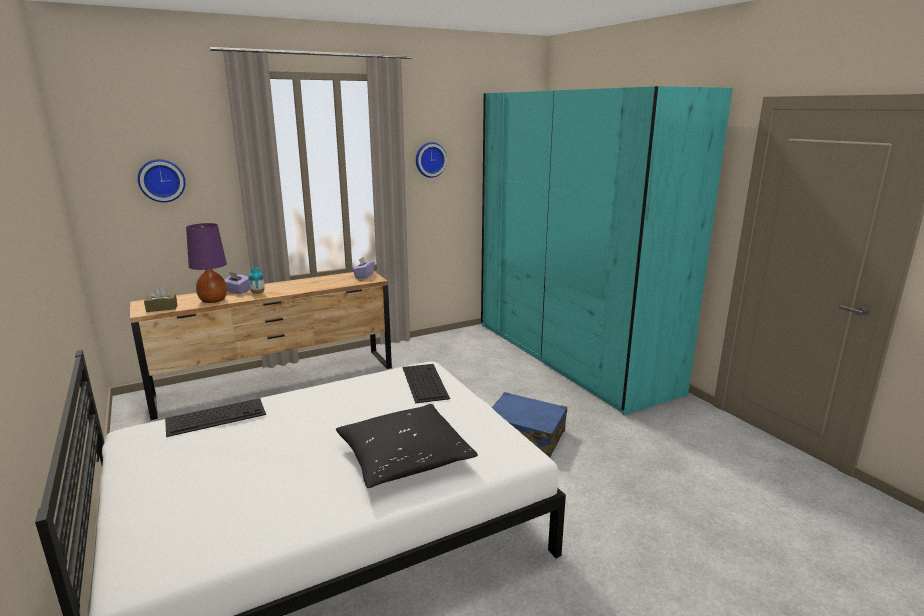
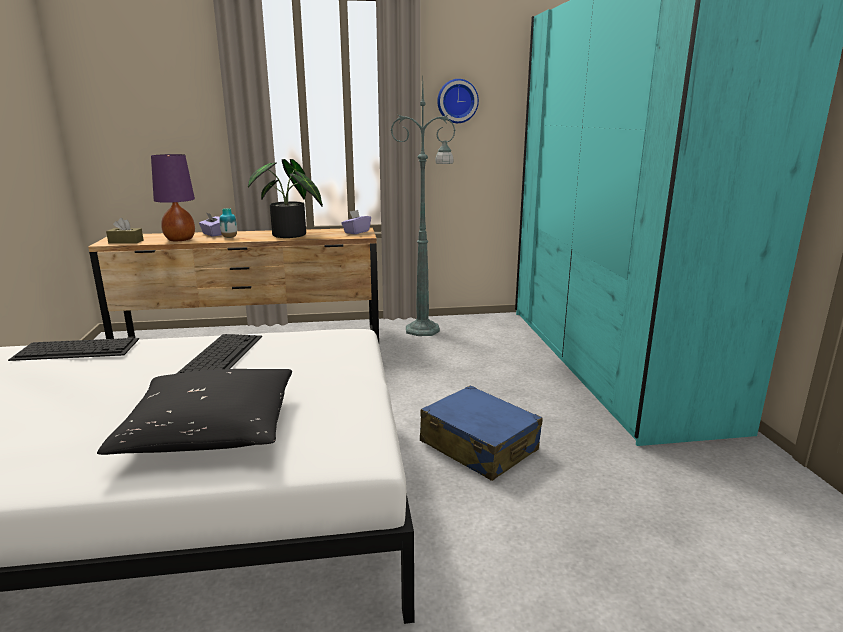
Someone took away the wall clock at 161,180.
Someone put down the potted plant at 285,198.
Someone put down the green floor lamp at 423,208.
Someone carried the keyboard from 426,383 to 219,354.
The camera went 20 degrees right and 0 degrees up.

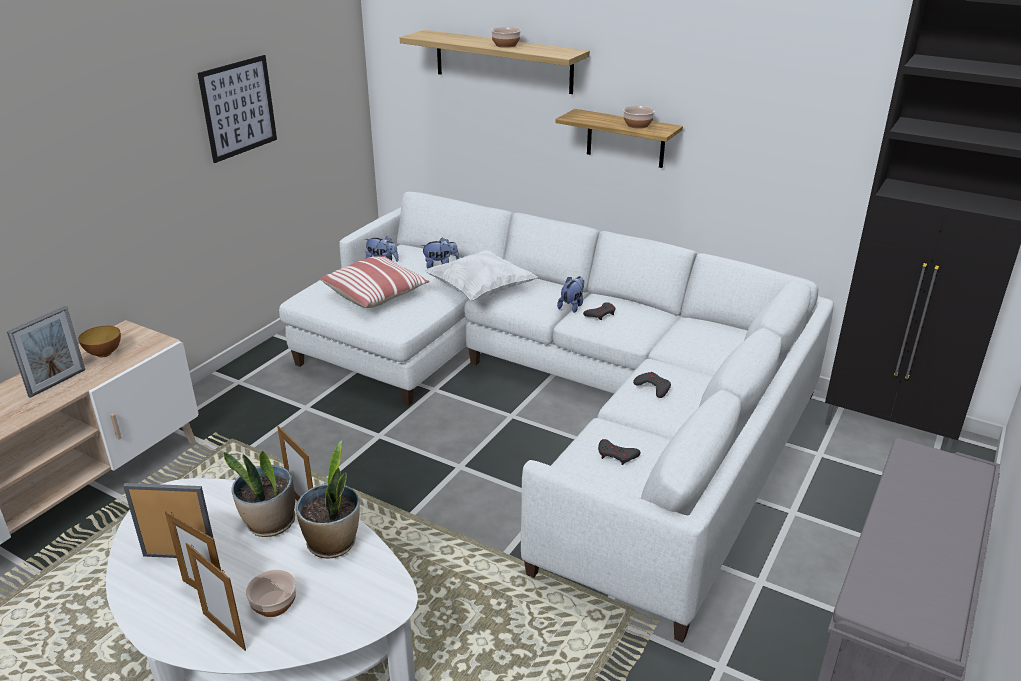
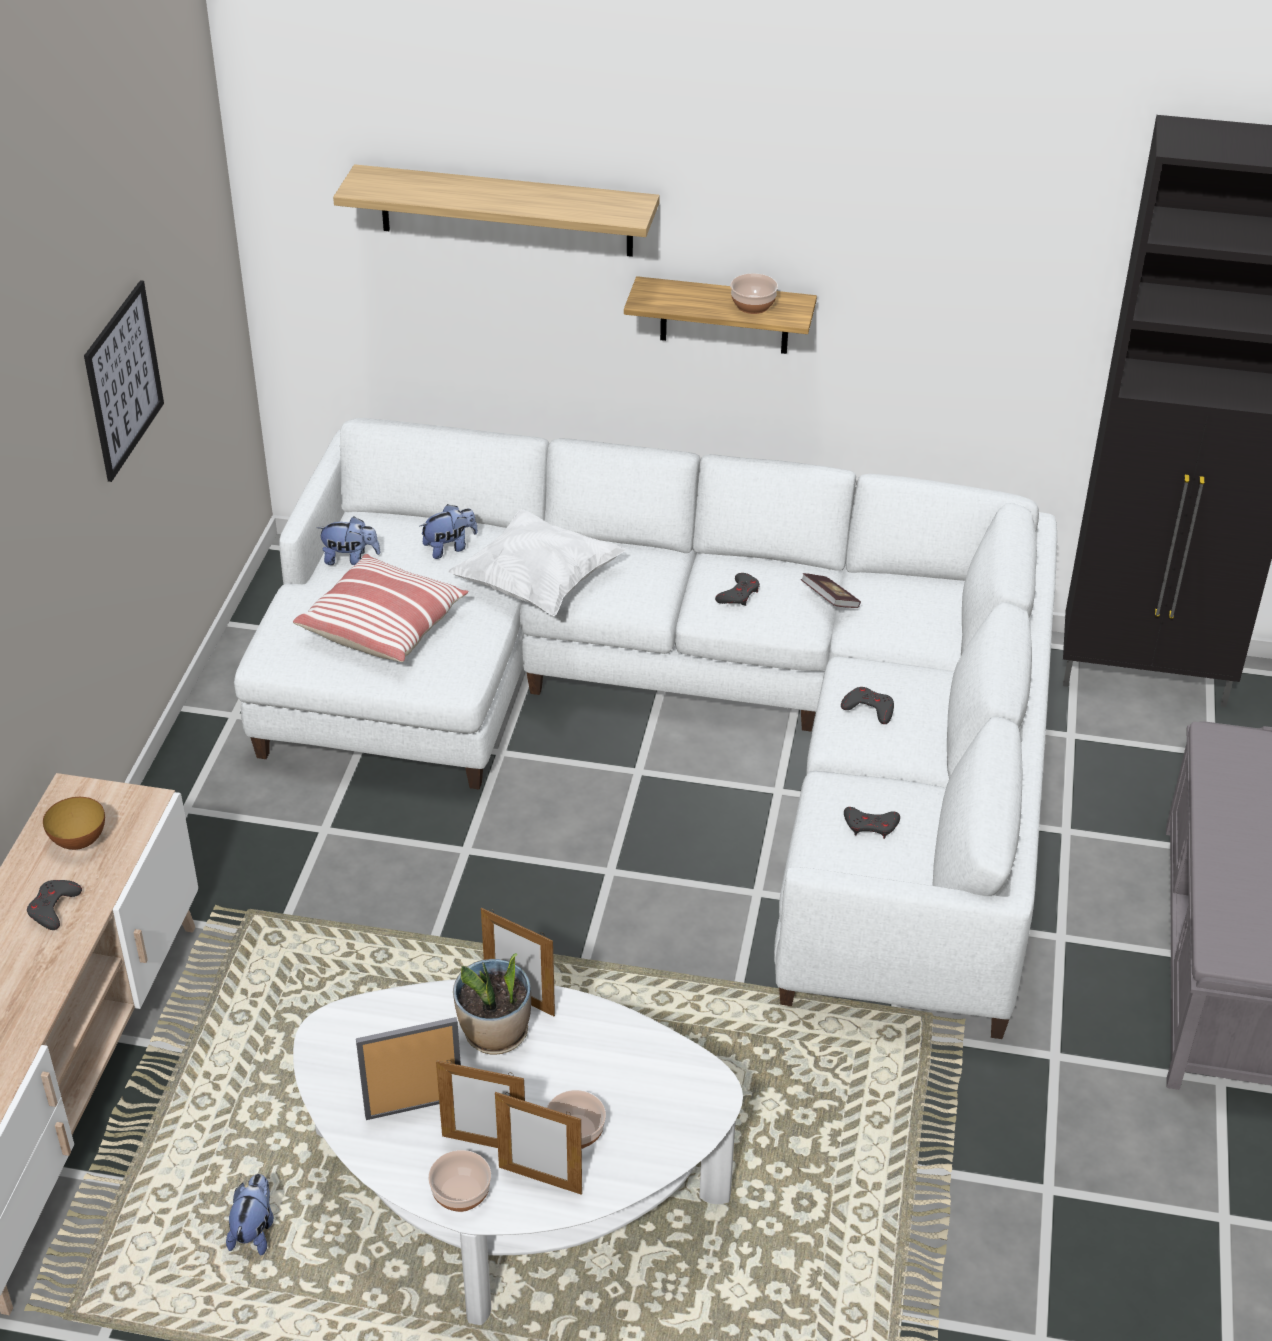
Someone took away the potted plant at 328,499.
Someone put down the book at 831,590.
Someone carried the bowl from 506,37 to 459,1181.
Someone carried the plush toy from 570,294 to 250,1214.
Someone swapped the picture frame at 46,352 for the grey game controller at 54,905.
The camera went 20 degrees left and 10 degrees up.

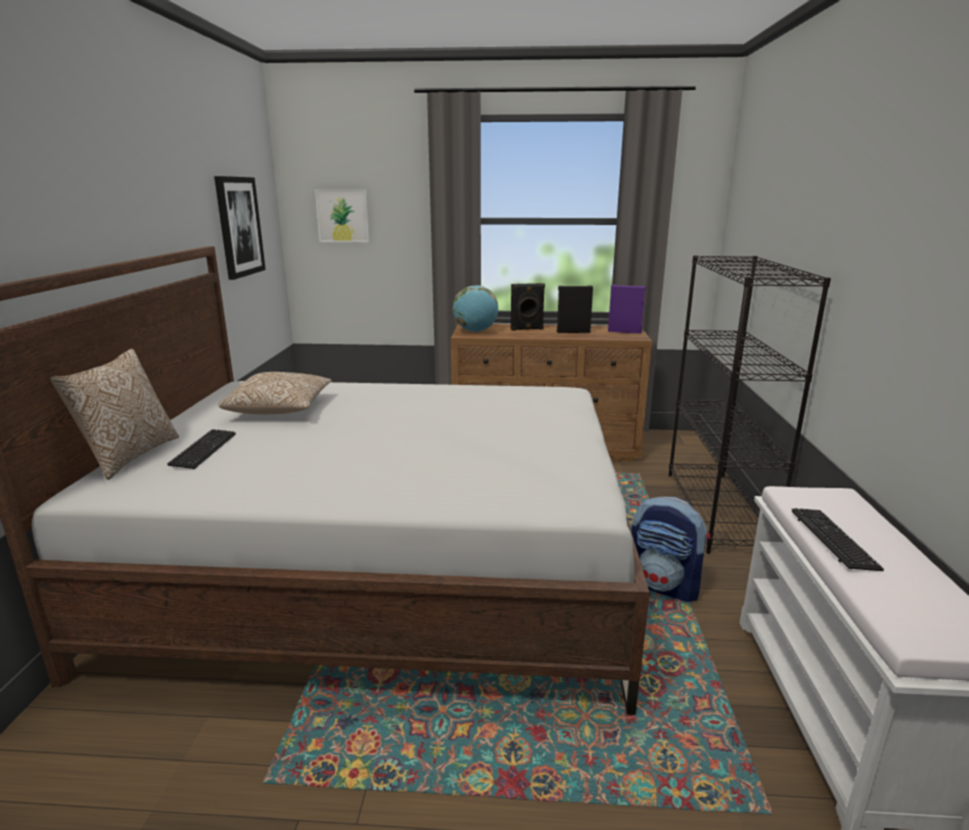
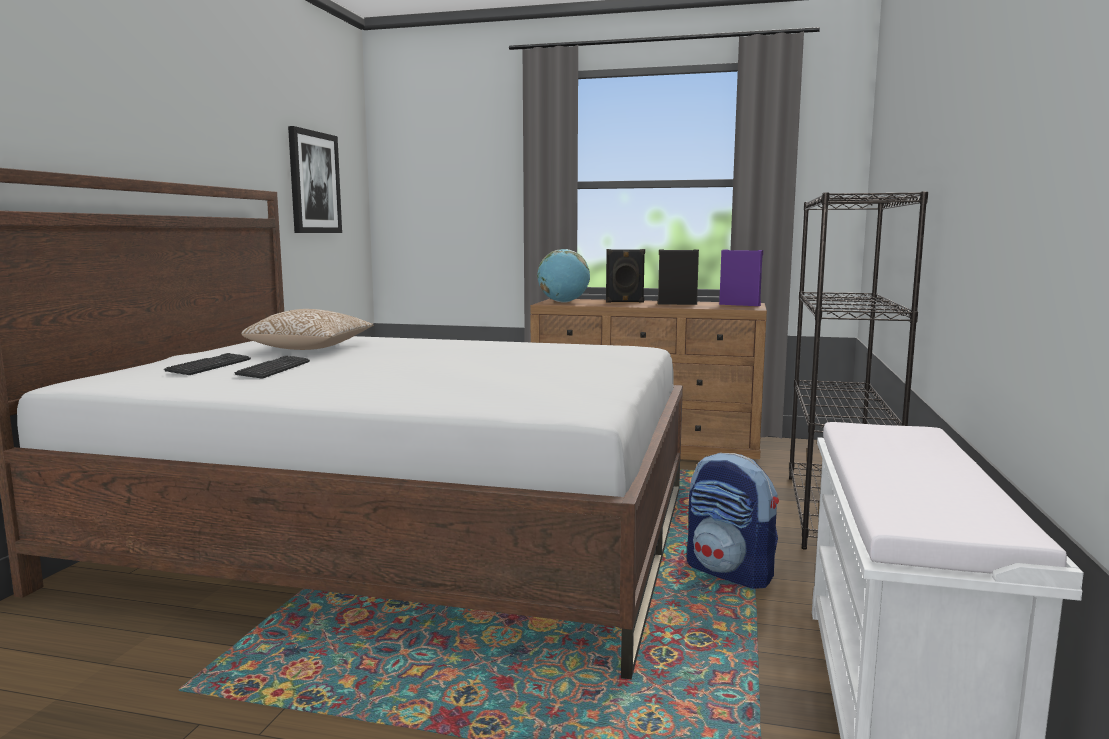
Someone took away the pillow at 114,414.
Someone took away the picture at 342,215.
Someone carried the keyboard from 837,539 to 272,367.
The camera went 10 degrees right and 10 degrees down.

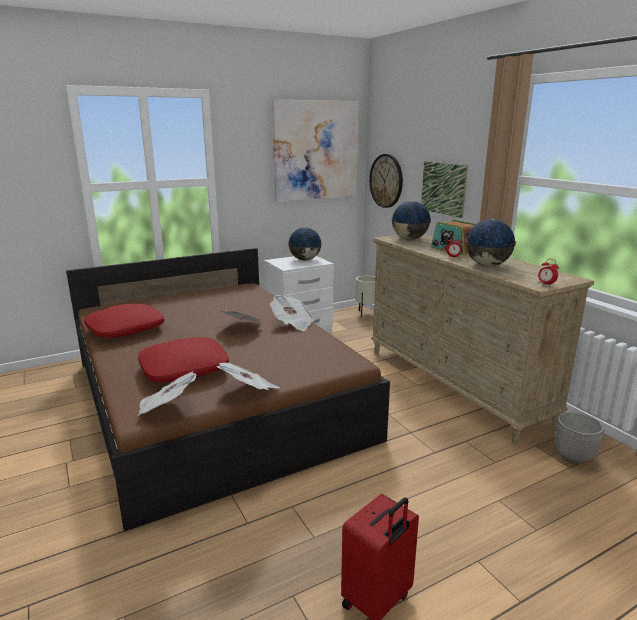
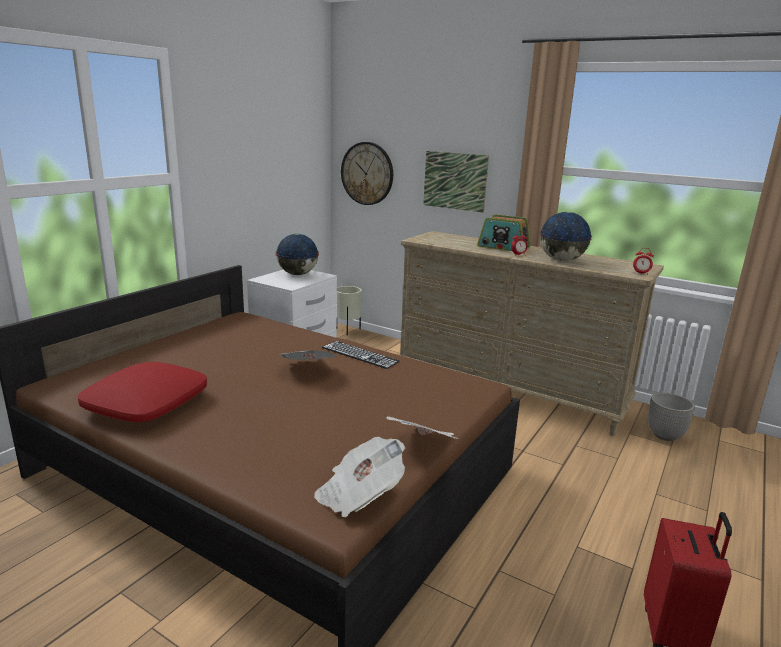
Someone took away the red pillow at 183,359.
Someone took away the picture at 315,150.
Someone took away the globe at 411,220.
Someone swapped the newspaper at 292,313 for the keyboard at 361,355.
The camera went 30 degrees left and 0 degrees up.

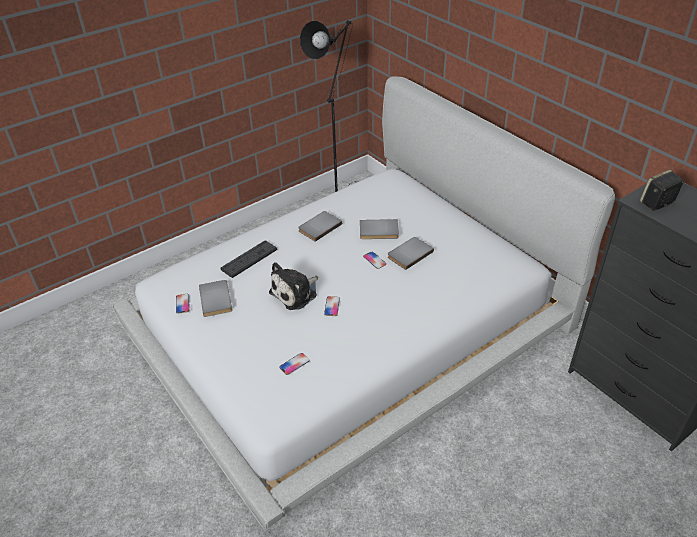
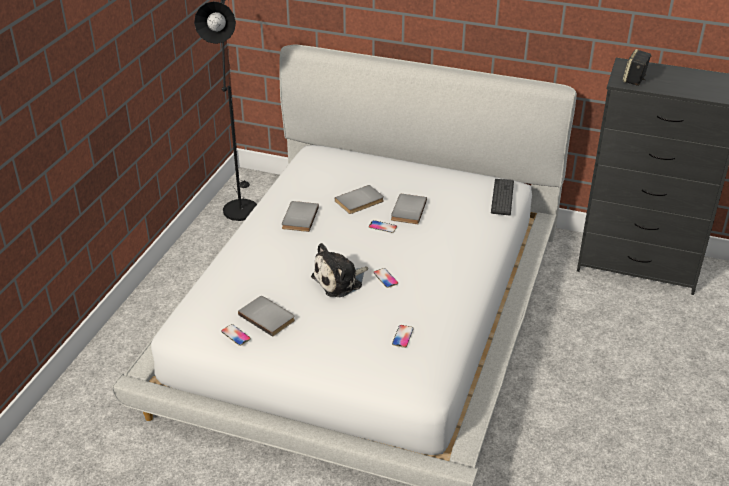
Someone carried the keyboard from 249,259 to 502,197.
Someone rotated the plush toy at 293,286 by 45 degrees clockwise.
The camera went 35 degrees left and 5 degrees down.

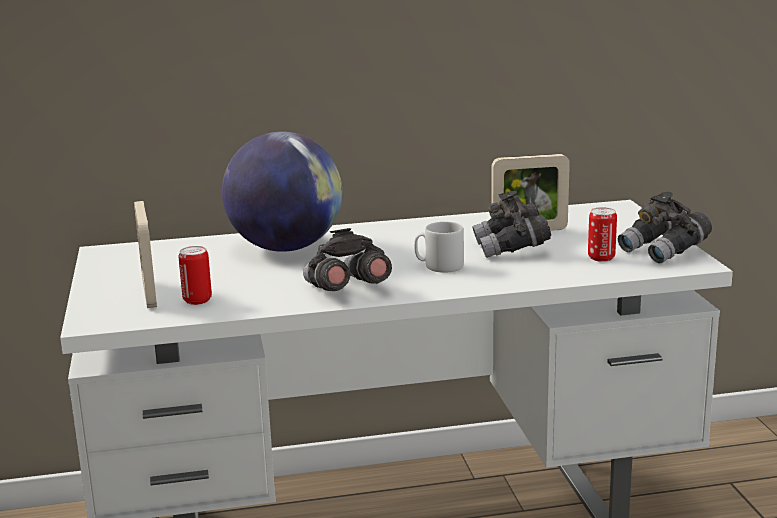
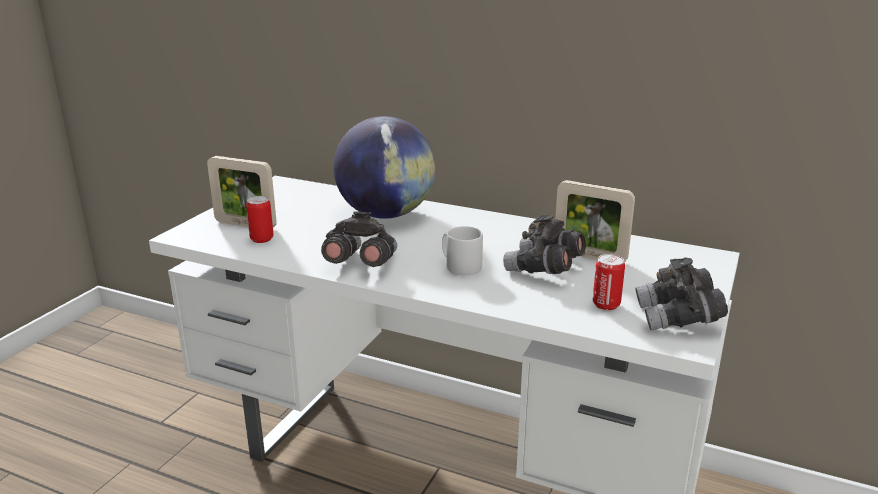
Someone rotated the picture frame at 145,254 by 90 degrees counterclockwise.
The camera went 35 degrees right and 5 degrees up.

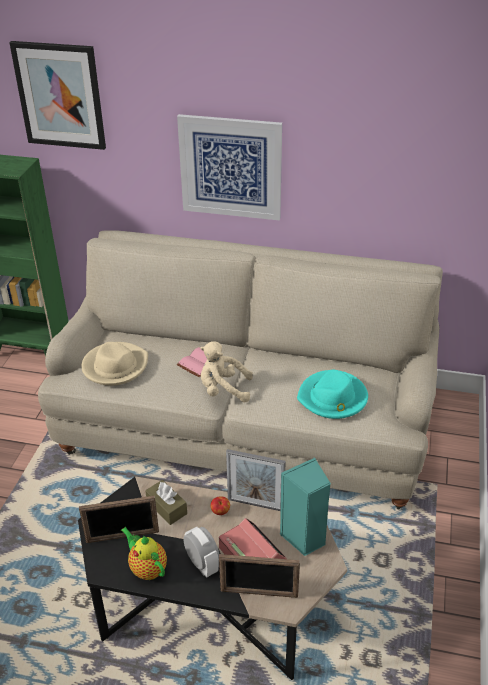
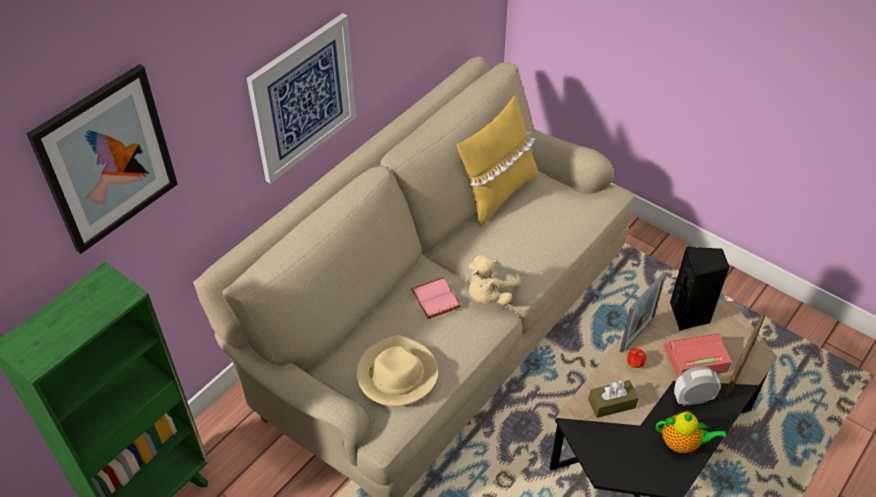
Someone took away the picture frame at 119,519.
Someone took away the turquoise hat at 332,394.
Someone put down the yellow pillow at 497,161.
Someone repainted the turquoise speaker at 305,507, which became the black speaker at 700,288.
Someone rotated the teapot at 144,553 by 150 degrees counterclockwise.
The camera went 65 degrees left and 10 degrees up.

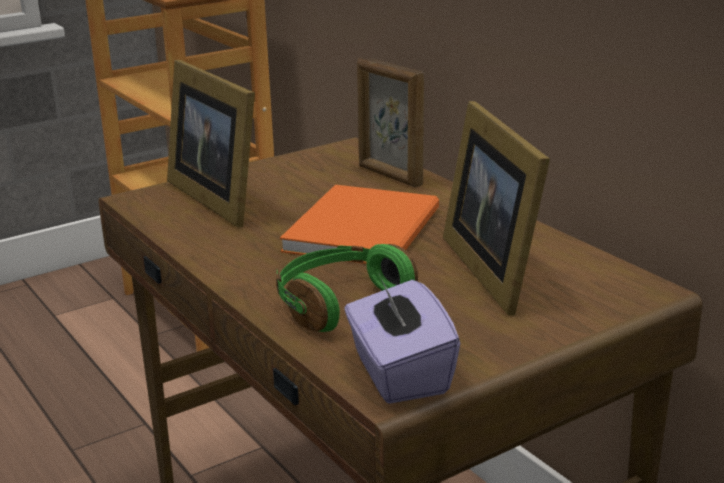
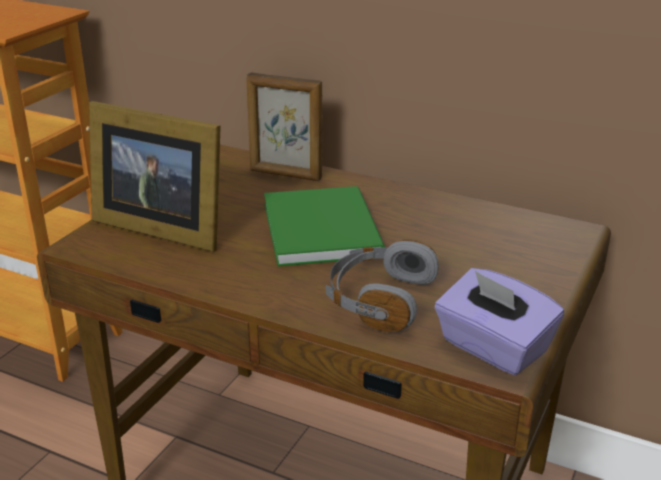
Someone took away the picture frame at 496,208.
Someone repainted the green headphones at 347,288, which became the grey headphones at 382,286.
Someone repainted the orange book at 359,224, which became the green book at 325,226.
The camera went 30 degrees left and 5 degrees up.

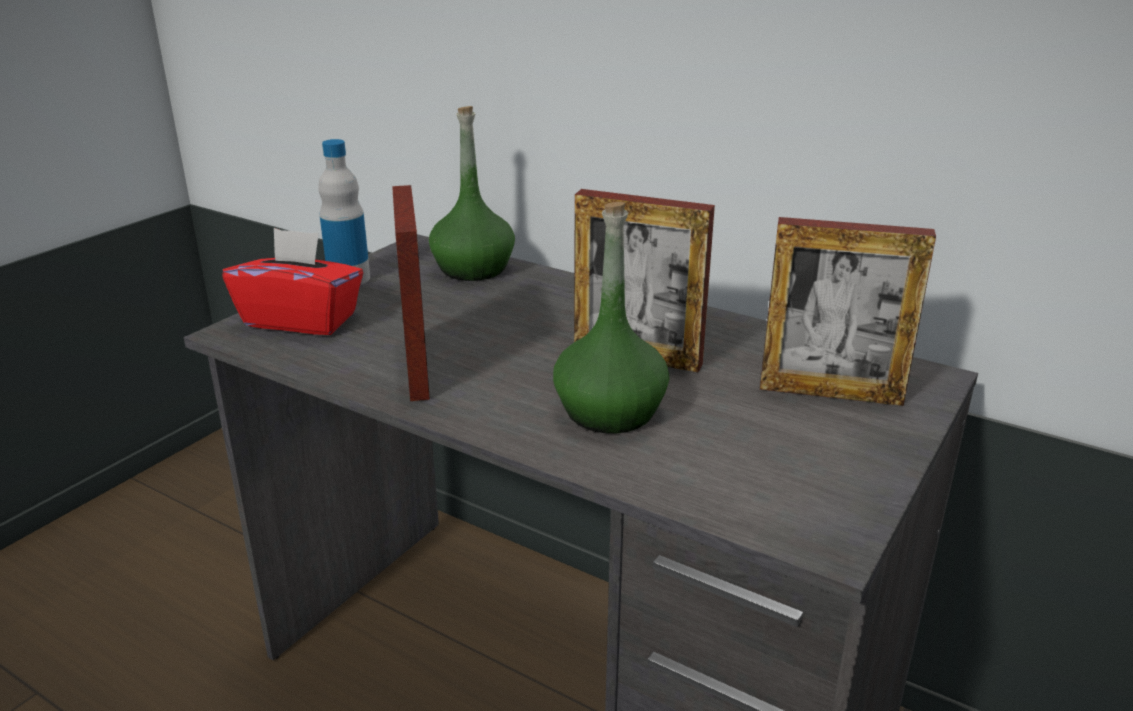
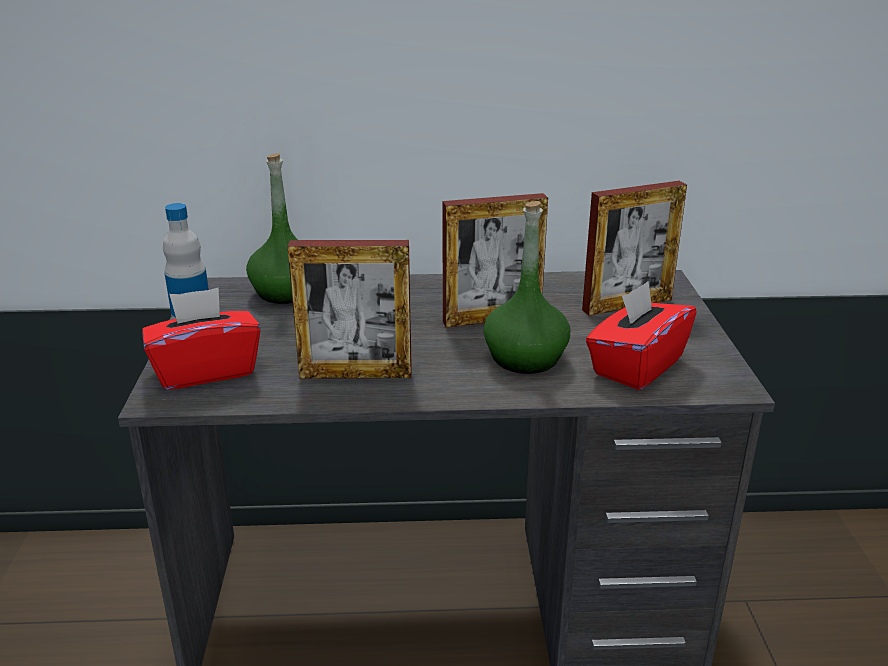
Someone put down the red tissue box at 641,335.
Someone rotated the picture frame at 411,293 by 135 degrees clockwise.
The camera went 35 degrees left and 0 degrees up.

